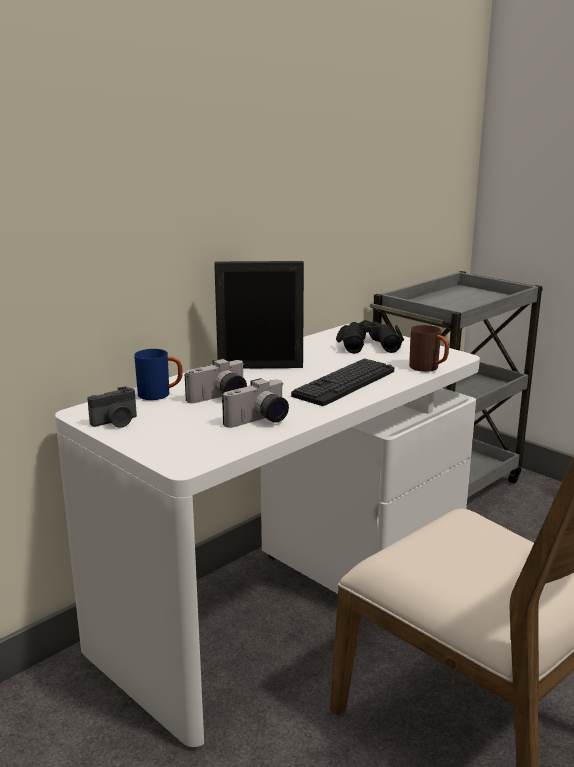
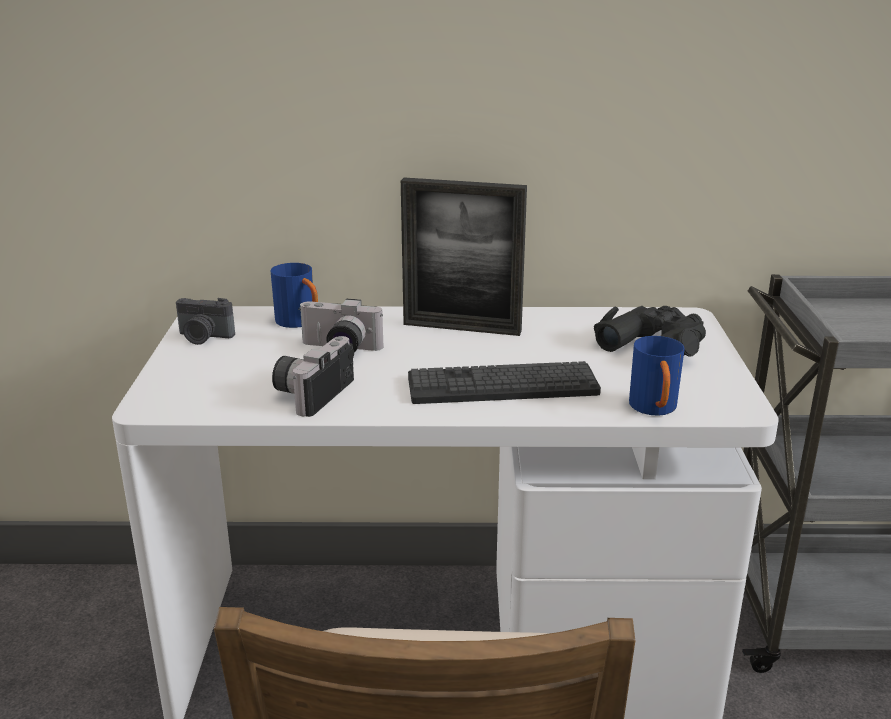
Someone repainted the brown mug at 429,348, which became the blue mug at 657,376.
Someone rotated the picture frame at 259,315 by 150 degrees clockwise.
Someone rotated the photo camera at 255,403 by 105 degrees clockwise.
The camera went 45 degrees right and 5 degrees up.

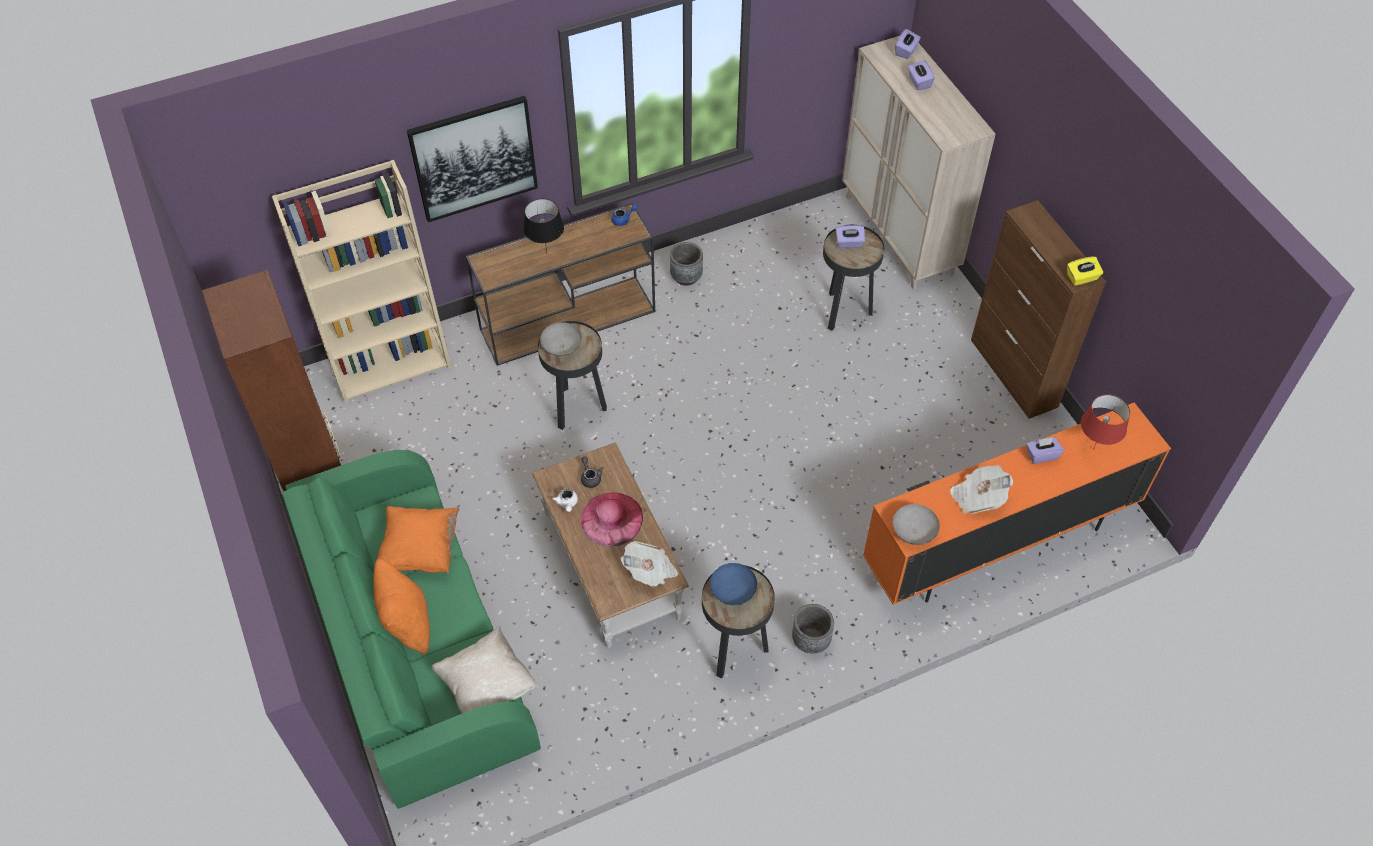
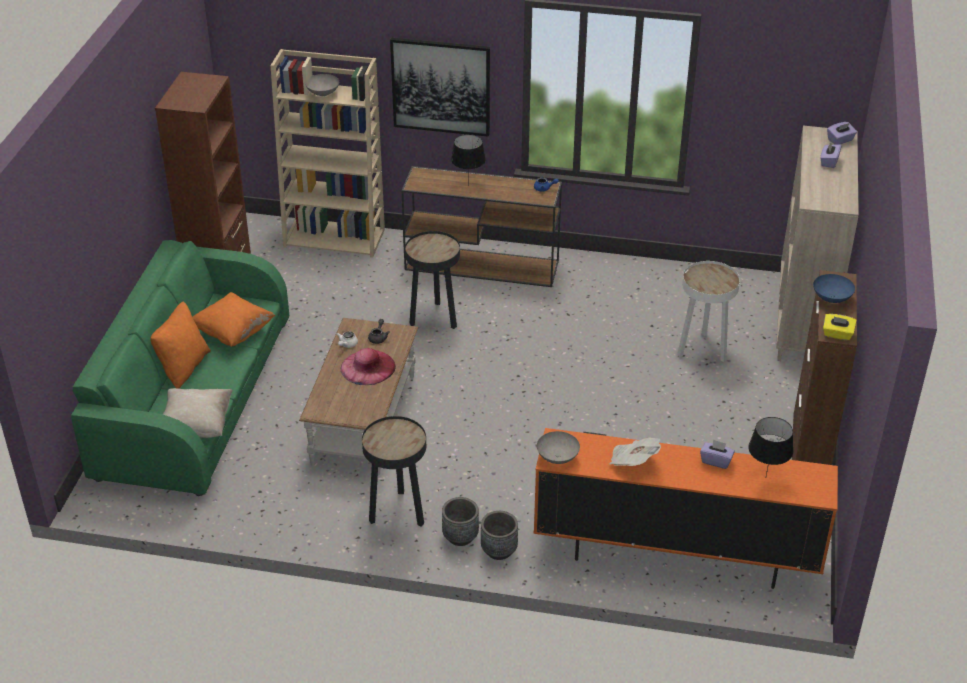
Someone took away the newspaper at 649,564.
Someone took away the purple tissue box at 850,236.
Someone carried the grey bowl from 561,339 to 322,85.
Someone carried the grey planter from 686,264 to 499,535.
Someone carried the blue bowl from 733,584 to 834,288.
Someone repainted the black side table at 853,278, which became the white side table at 708,311.
Someone repainted the red table lamp at 1105,422, which became the black table lamp at 770,446.
The camera went 35 degrees right and 15 degrees down.

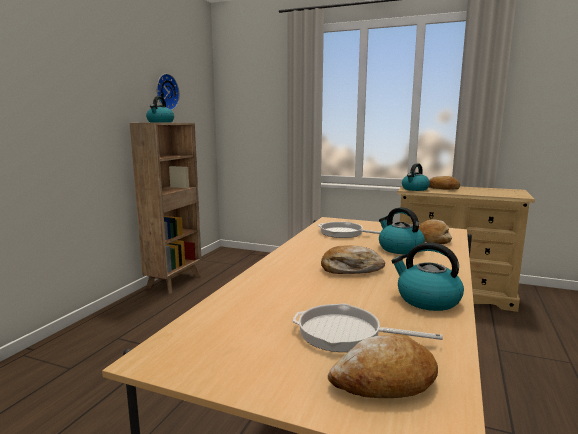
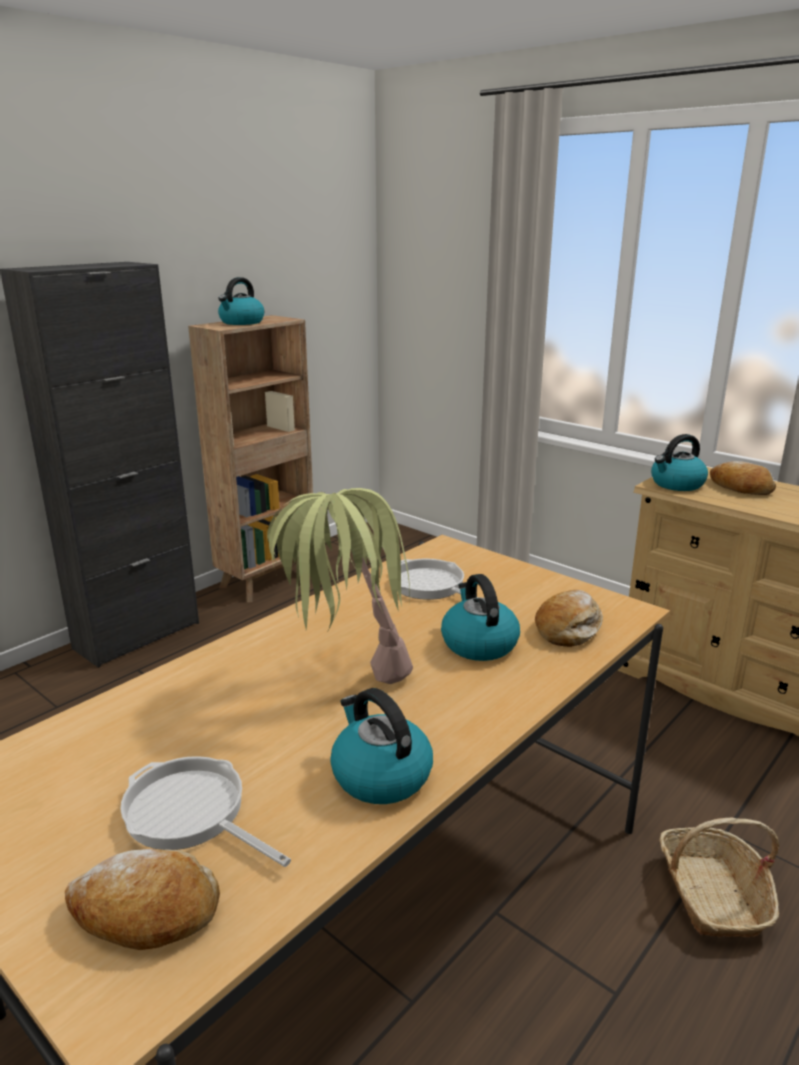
Someone took away the wall clock at 168,92.
Someone put down the black cabinet at 99,465.
Someone put down the basket at 719,877.
Someone swapped the bread at 353,259 for the potted plant at 340,586.
The camera went 20 degrees right and 10 degrees up.

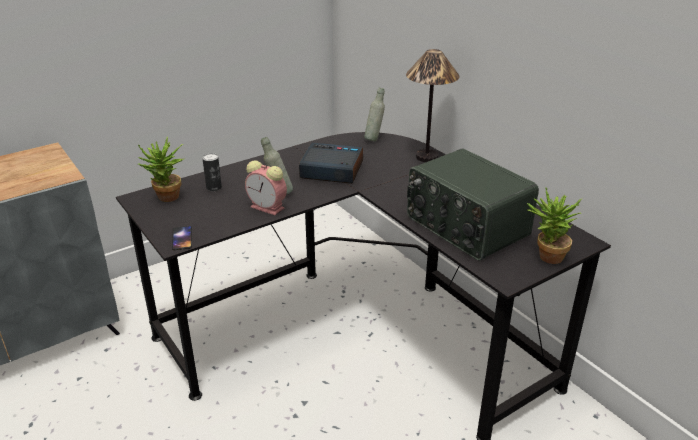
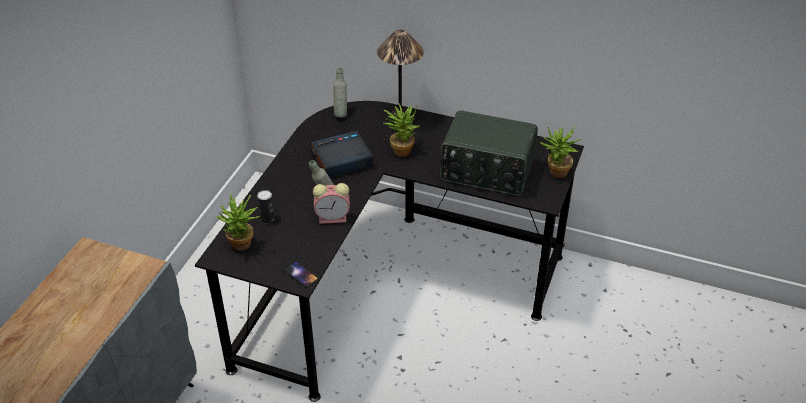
Someone put down the potted plant at 401,130.
The camera went 35 degrees left and 10 degrees up.

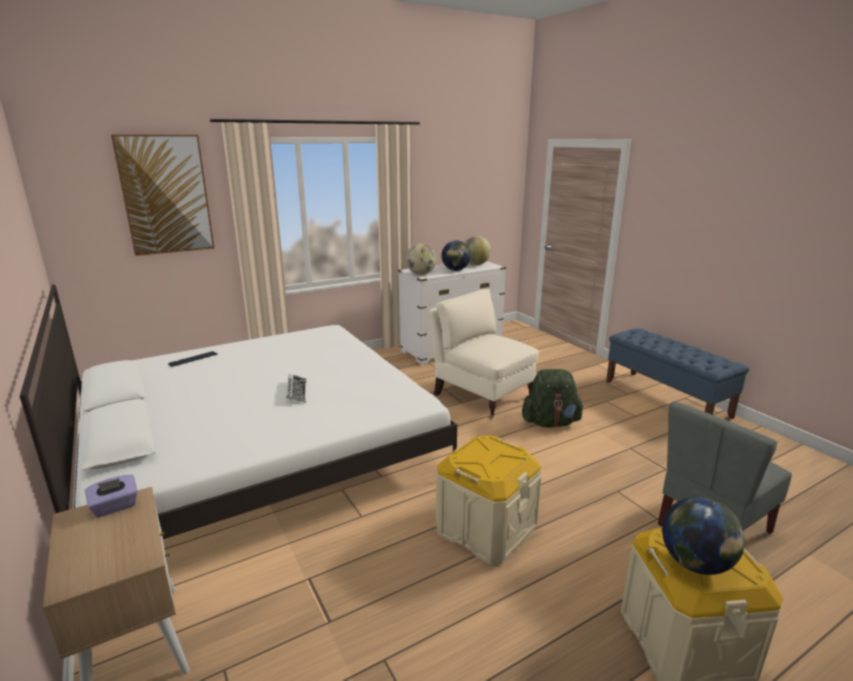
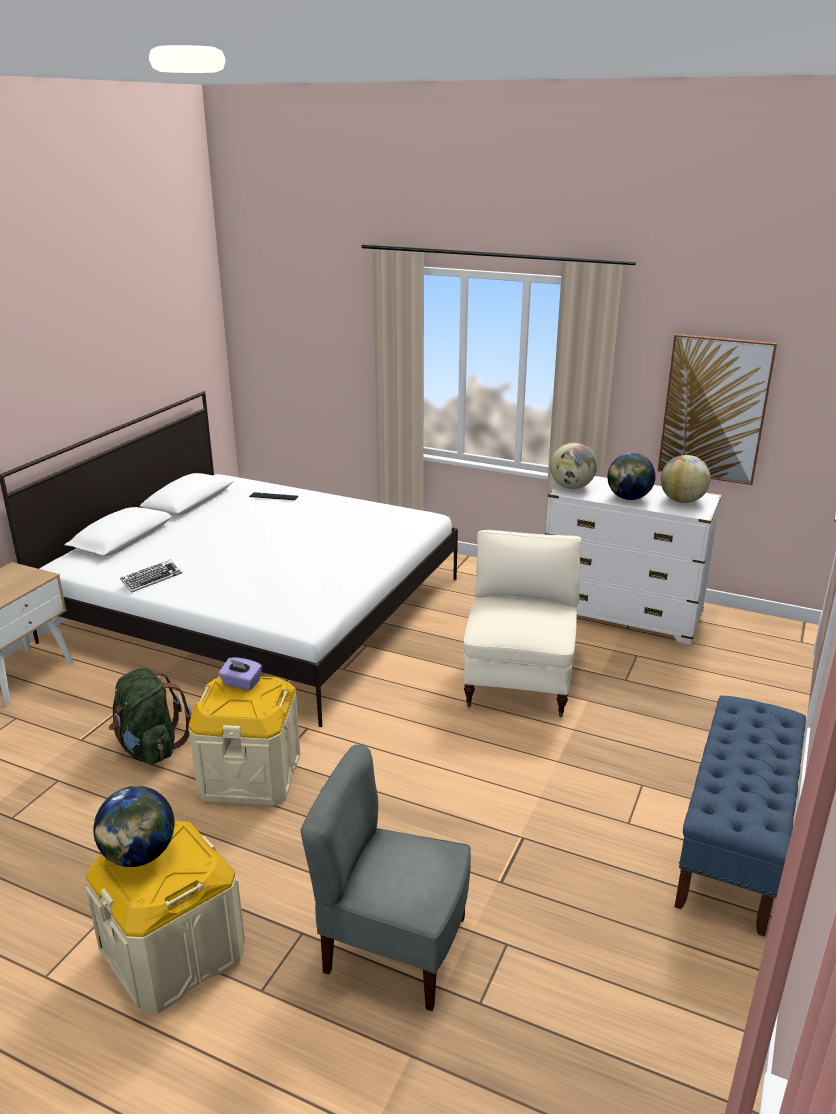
Someone carried the purple tissue box from 111,496 to 240,674.
Someone carried the picture from 162,195 to 717,409.
Someone carried the keyboard from 296,388 to 151,576.
Someone carried the green backpack from 553,398 to 150,716.
The camera went 55 degrees right and 5 degrees up.

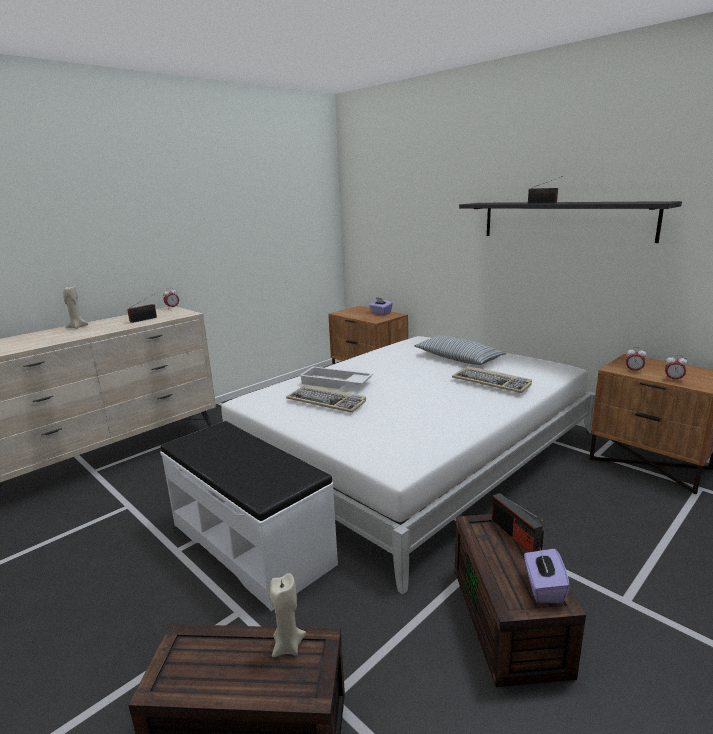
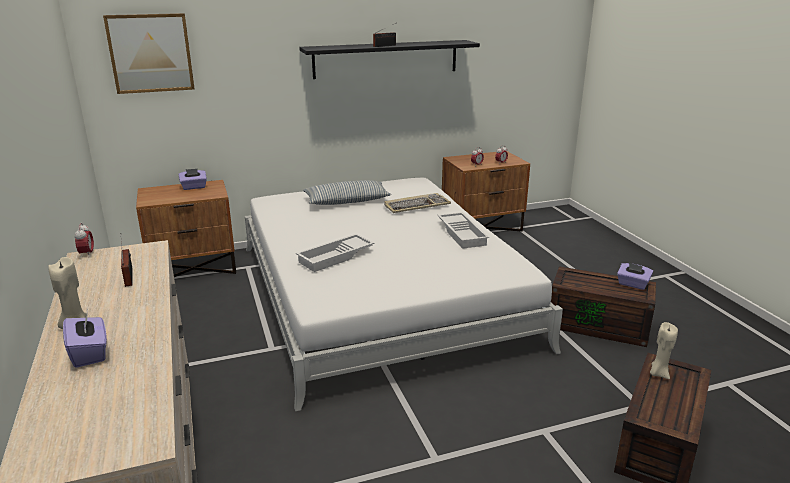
Someone took away the white bench at 249,516.
Someone took away the keyboard at 326,399.
Someone took away the radio at 518,522.
Someone put down the purple tissue box at 85,339.
Someone put up the picture at 149,53.
Someone put down the white tray at 463,230.
The camera went 65 degrees left and 5 degrees up.

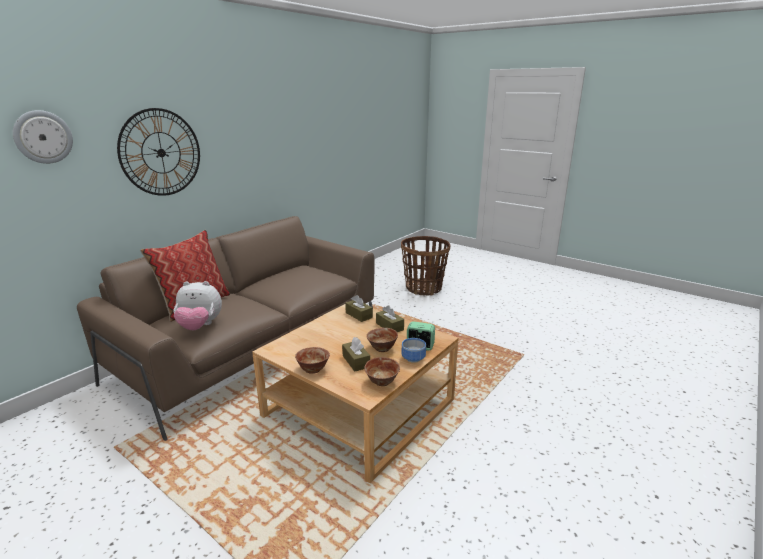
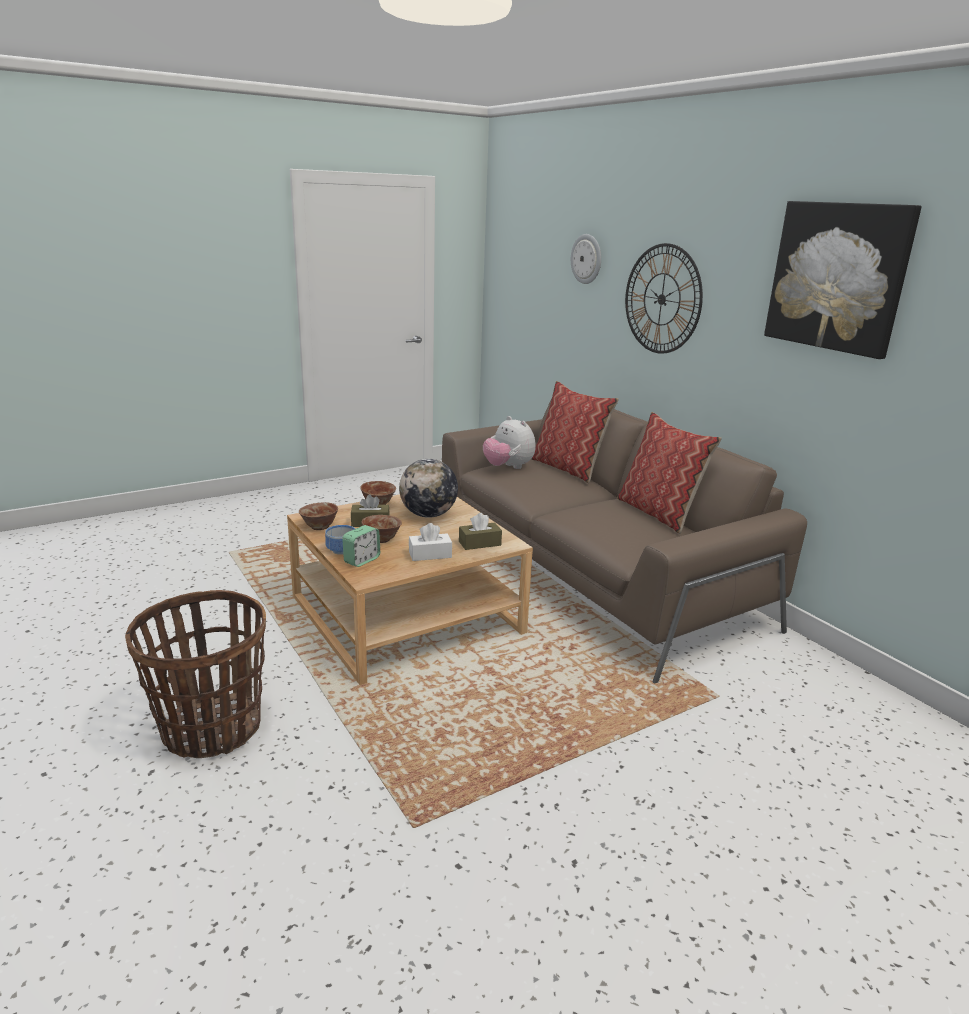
Someone put down the globe at 428,488.
Someone put down the pillow at 669,473.
Someone put up the picture at 843,280.
Someone carried the basket from 425,266 to 195,674.
Someone repainted the brown tissue box at 390,318, which became the white tissue box at 430,542.
Someone rotated the plush toy at 197,305 by 60 degrees counterclockwise.
The camera went 110 degrees right and 0 degrees up.

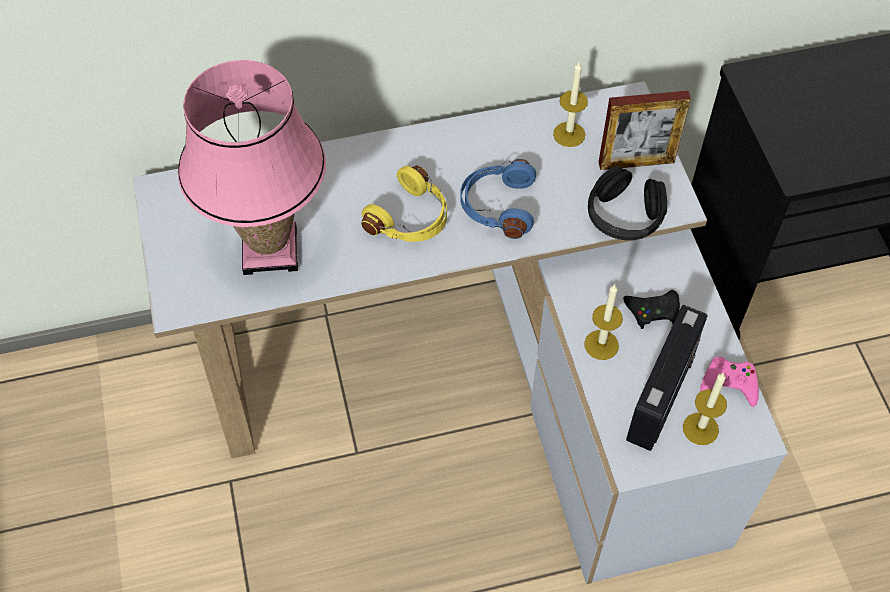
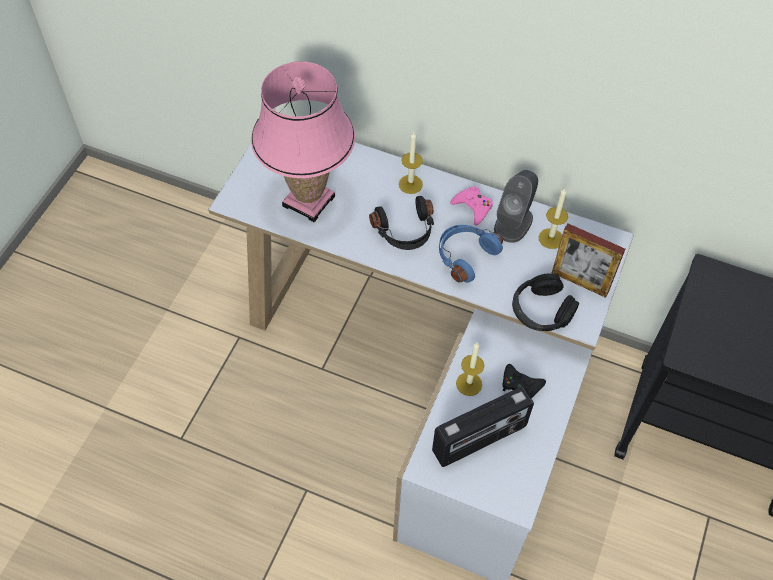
Someone put down the grey speaker at 516,206.
Someone carried the candle from 705,408 to 411,163.
Someone carried the pink game controller from 729,382 to 471,206.
Someone repainted the yellow headphones at 404,203, which became the black headphones at 401,223.
The camera went 35 degrees right and 0 degrees up.

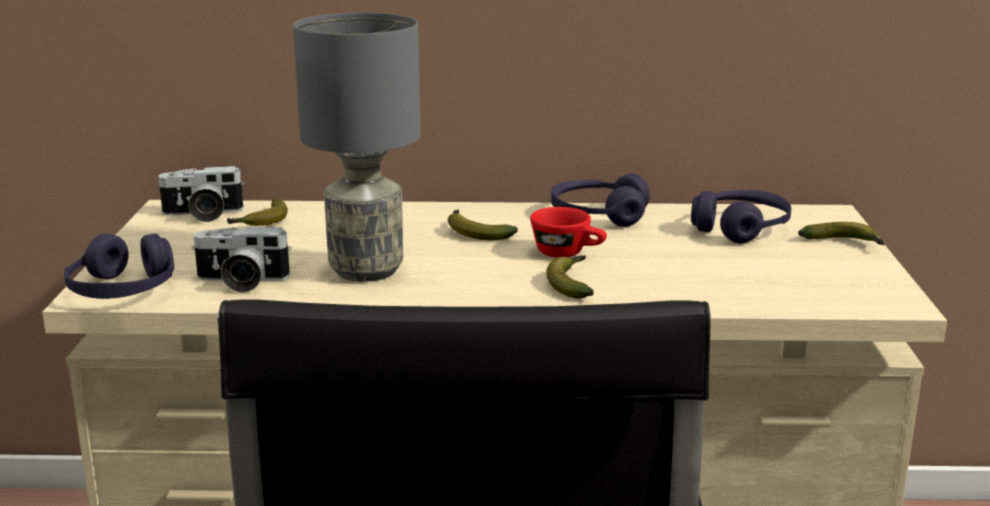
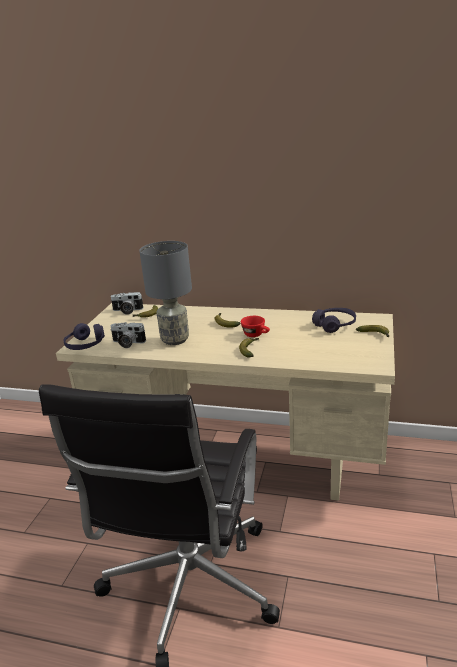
Someone took away the purple headphones at 600,200.
The camera went 15 degrees right and 5 degrees up.

